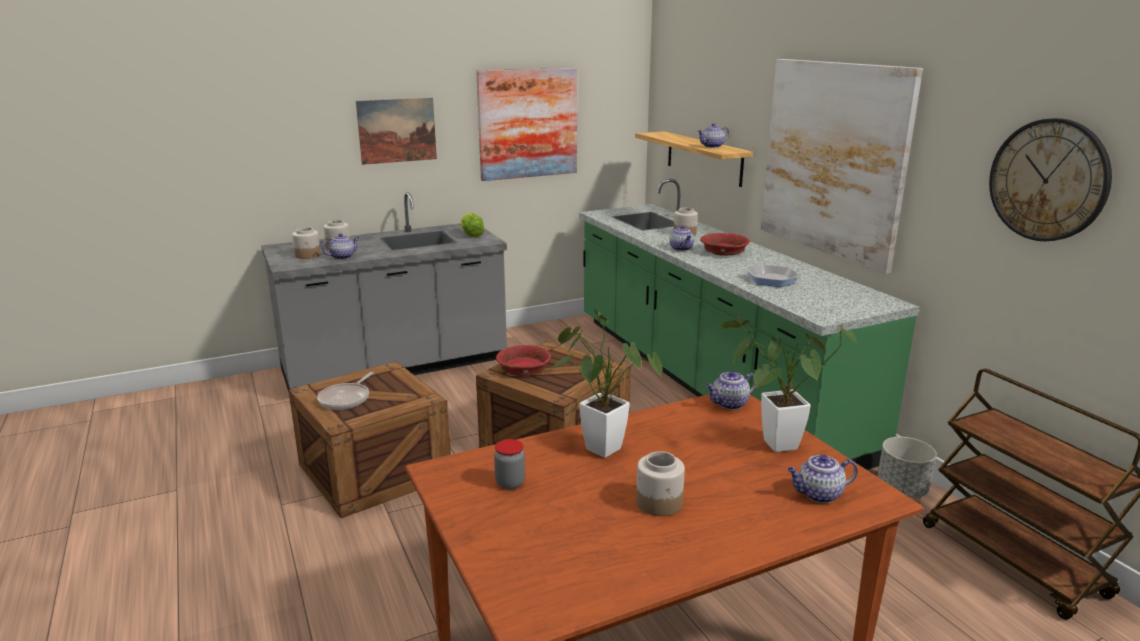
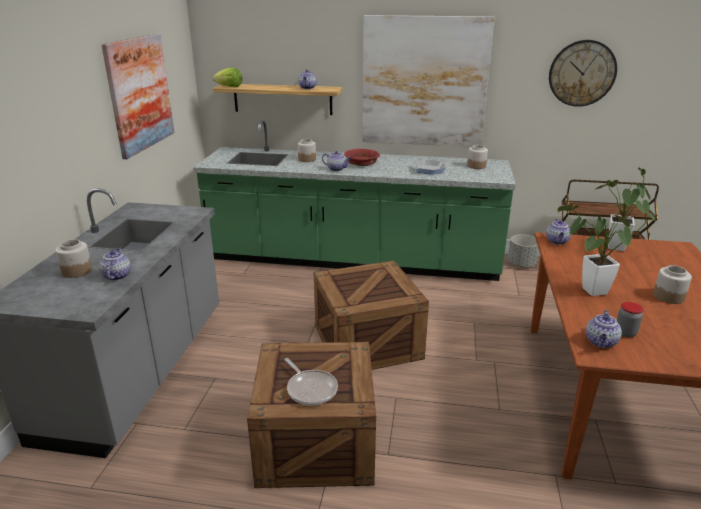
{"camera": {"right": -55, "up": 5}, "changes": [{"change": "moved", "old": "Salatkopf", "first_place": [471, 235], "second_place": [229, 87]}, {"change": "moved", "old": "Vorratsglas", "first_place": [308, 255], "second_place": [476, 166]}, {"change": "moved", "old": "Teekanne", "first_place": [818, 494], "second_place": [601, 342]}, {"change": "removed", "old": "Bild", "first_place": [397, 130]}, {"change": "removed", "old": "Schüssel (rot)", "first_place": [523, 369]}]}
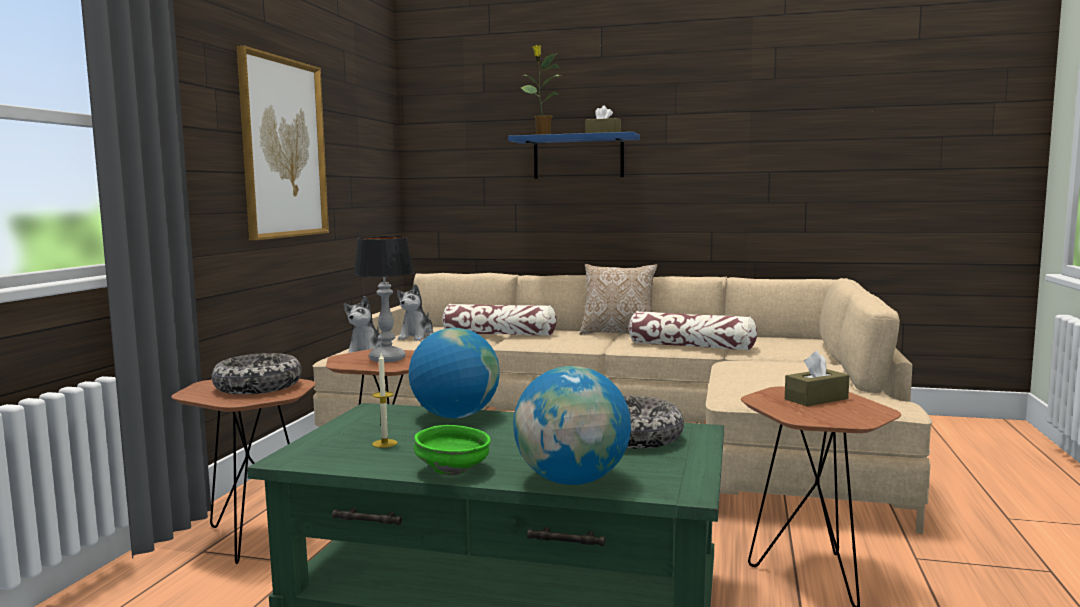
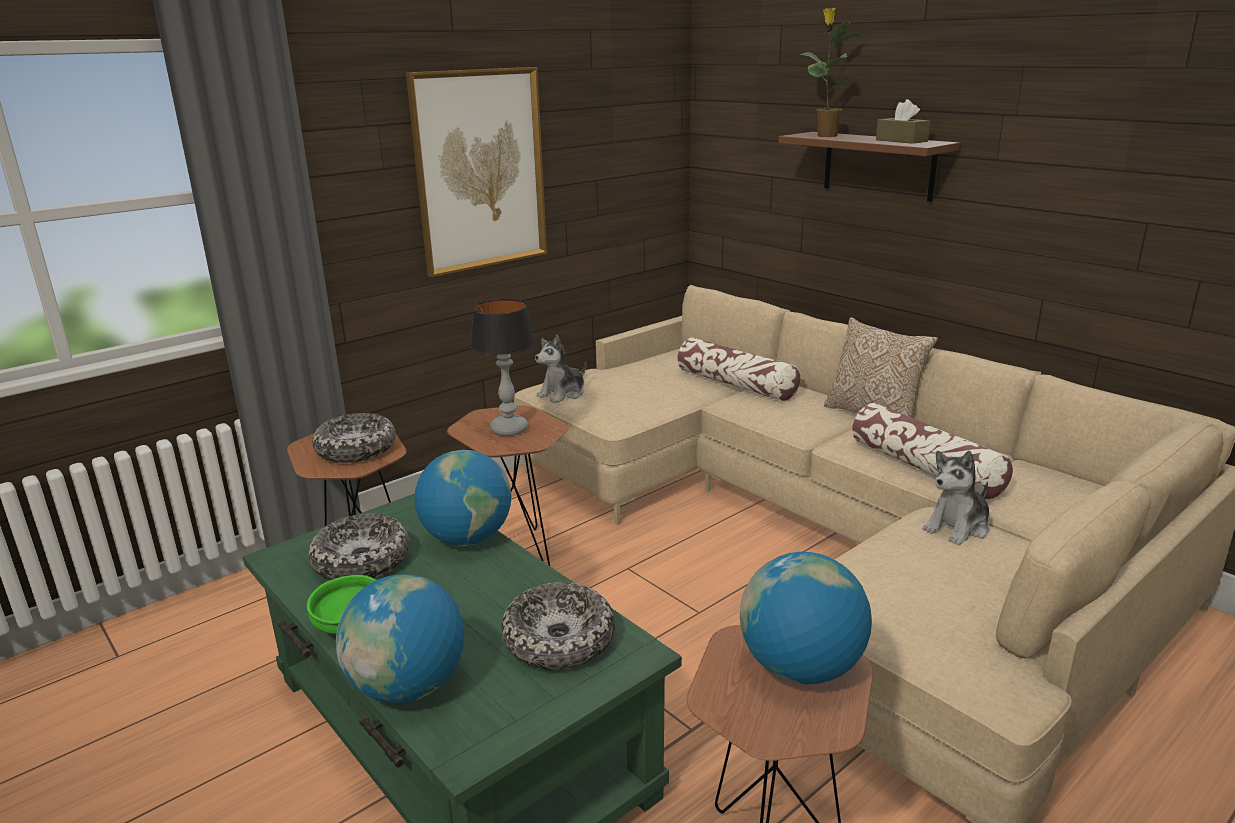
{"camera": {"right": 35, "up": 15}, "changes": [{"change": "replaced", "old": "Kerze", "new": "Schüssel", "first_place": [384, 443], "second_place": [361, 561]}, {"change": "replaced", "old": "Taschentuchbox (braun)", "new": "Globus", "first_place": [816, 399], "second_place": [800, 669]}, {"change": "recoloured", "old": "Wandregal (blau)", "new": "Wandregal (braun)", "first_place": [578, 157], "second_place": [878, 165]}, {"change": "moved", "old": "Plüschtier", "first_place": [417, 337], "second_place": [958, 527]}]}
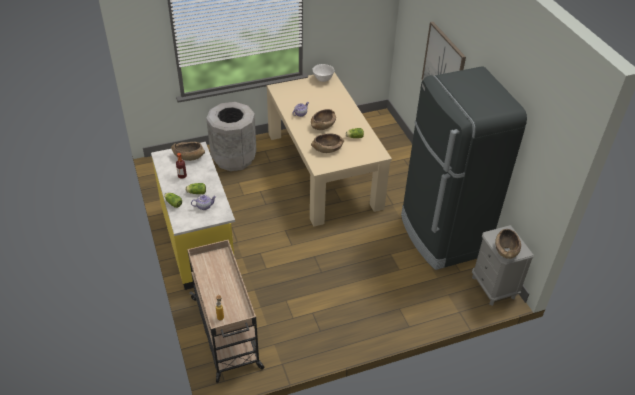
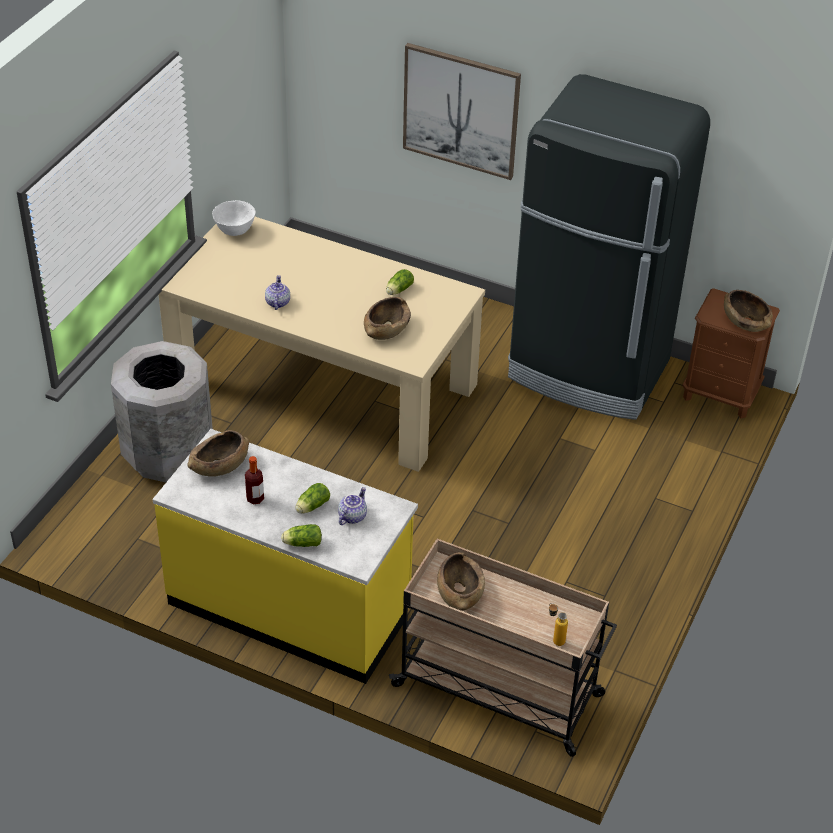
{"camera": {"right": -45, "up": 0}, "changes": [{"change": "moved", "old": "Schüssel (braun)", "first_place": [323, 125], "second_place": [459, 592]}, {"change": "recoloured", "old": "Nachttisch (grau)", "new": "Nachttisch (braun)", "first_place": [493, 287], "second_place": [721, 394]}]}
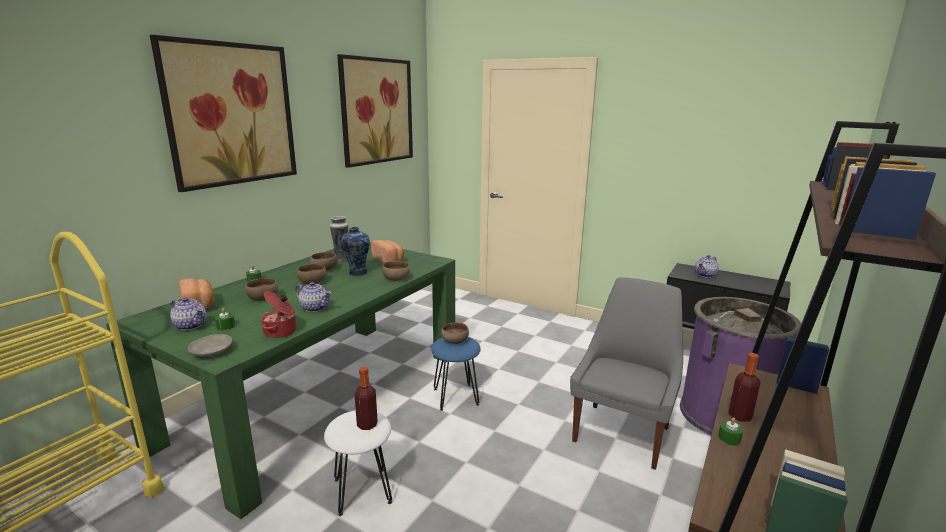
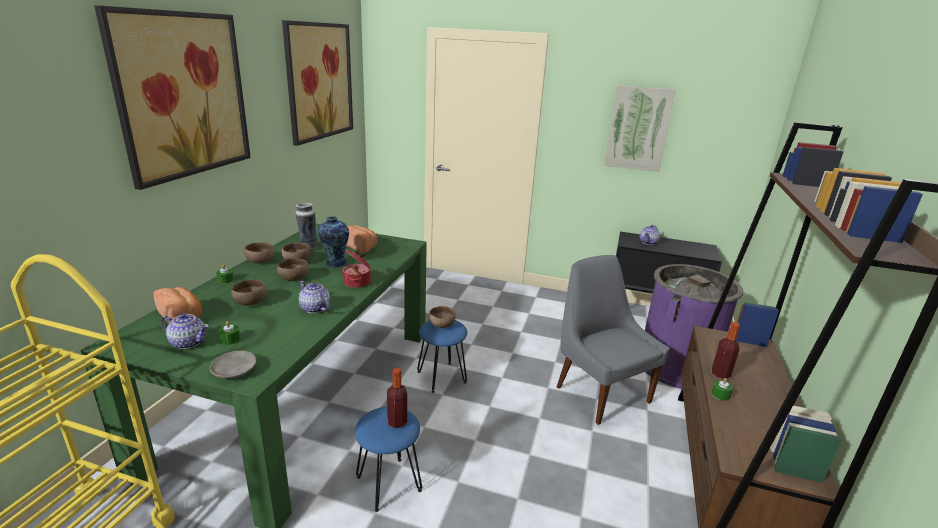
{"camera": {"right": -15, "up": 5}, "changes": [{"change": "moved", "old": "Schüssel (braun)", "first_place": [396, 279], "second_place": [261, 261]}, {"change": "turned", "old": "Teekanne", "first_place": [314, 308], "second_place": [315, 308], "degrees": -150}, {"change": "moved", "old": "Kochtopf", "first_place": [281, 331], "second_place": [358, 282]}, {"change": "recoloured", "old": "Hocker (weiß)", "new": "Hocker (blau)", "first_place": [362, 491], "second_place": [389, 484]}, {"change": "turned", "old": "Stuhl (grau)", "first_place": [622, 432], "second_place": [600, 392], "degrees": -45}, {"change": "added", "new": "Bild", "second_place": [638, 128]}]}
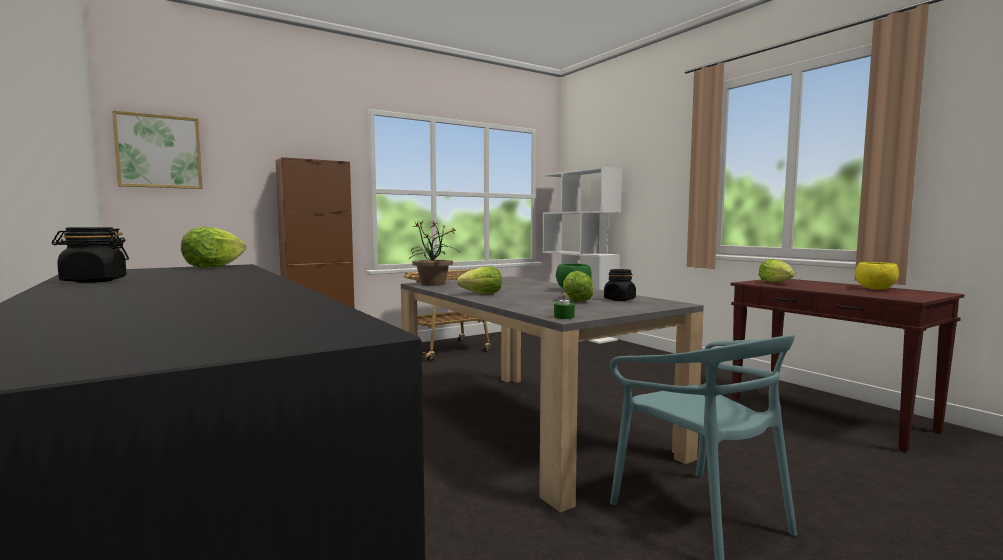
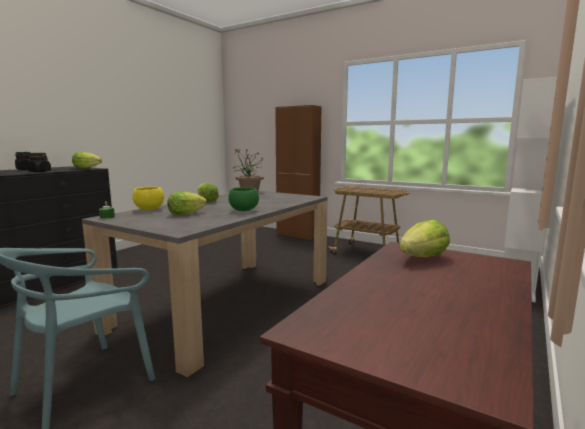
{"camera": {"right": 65, "up": 5}, "changes": [{"change": "moved", "old": "Vorratsglas (schwarz)", "first_place": [619, 299], "second_place": [39, 171]}, {"change": "moved", "old": "Schüssel (gelb)", "first_place": [875, 289], "second_place": [149, 209]}, {"change": "removed", "old": "Bild", "first_place": [159, 151]}]}
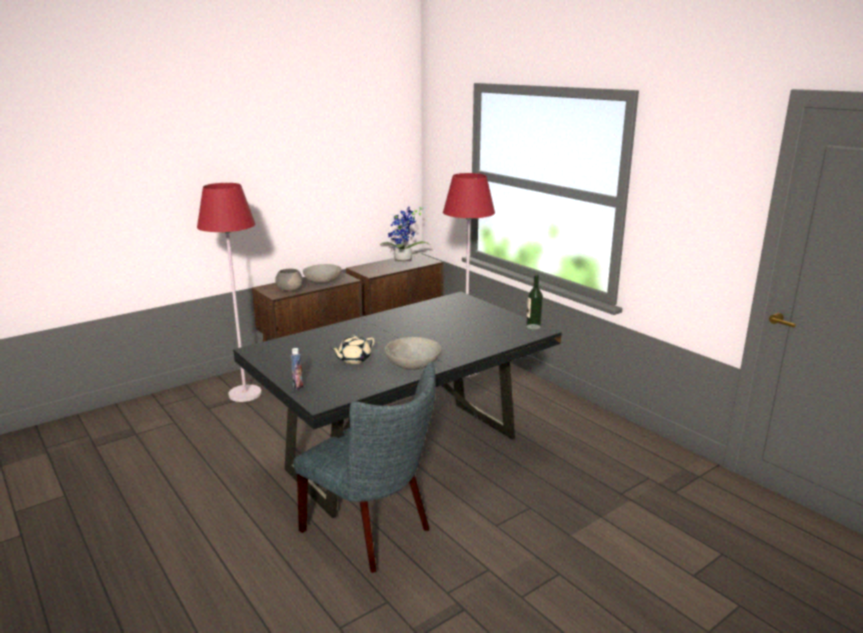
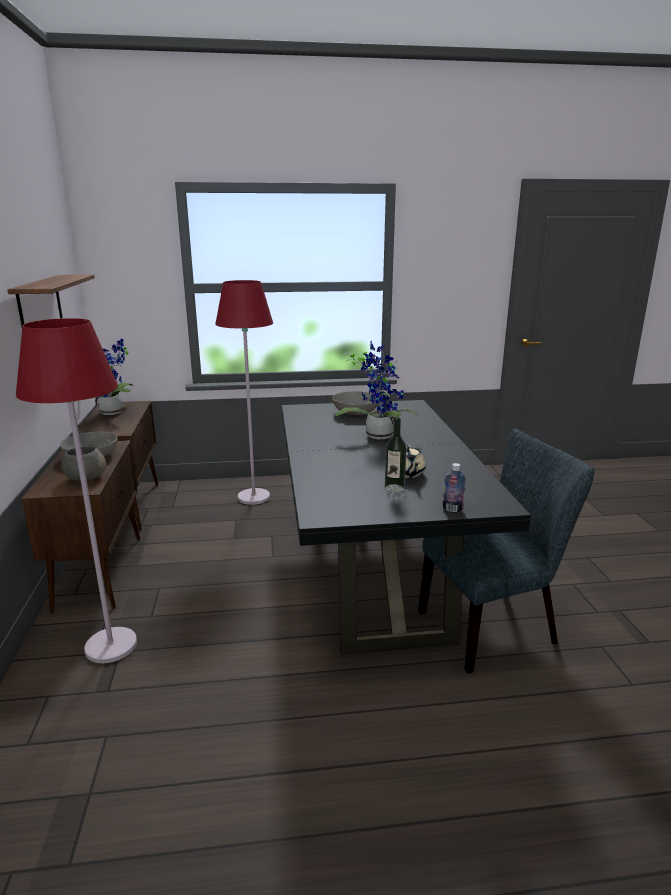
{"camera": {"right": -60, "up": 0}, "changes": [{"change": "added", "new": "Wandregal", "second_place": [40, 304]}, {"change": "moved", "old": "Schüssel (grau)", "first_place": [413, 364], "second_place": [356, 412]}, {"change": "added", "new": "Topfpflanze", "second_place": [378, 434]}, {"change": "moved", "old": "Flasche", "first_place": [533, 327], "second_place": [394, 488]}]}
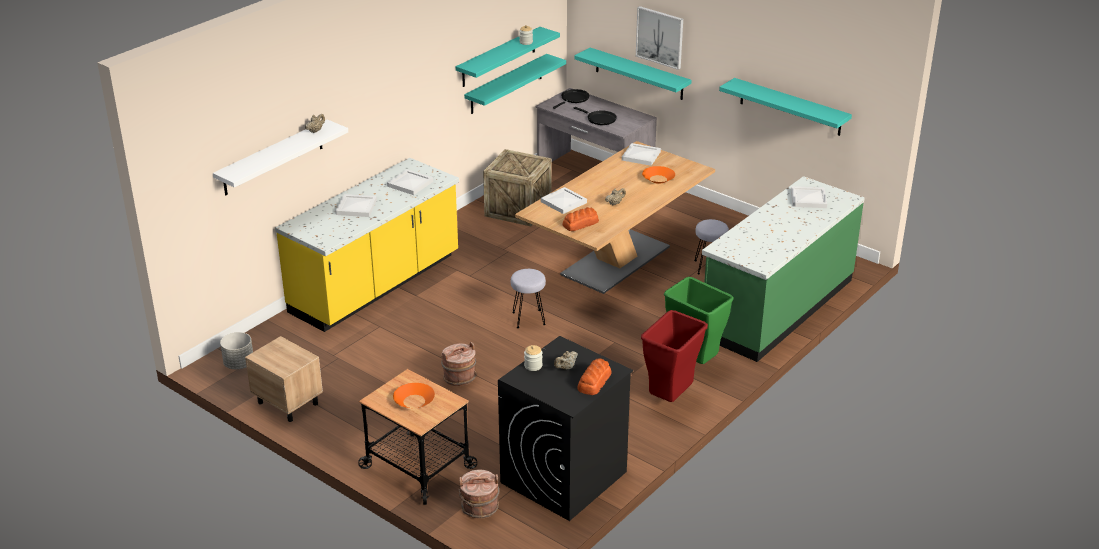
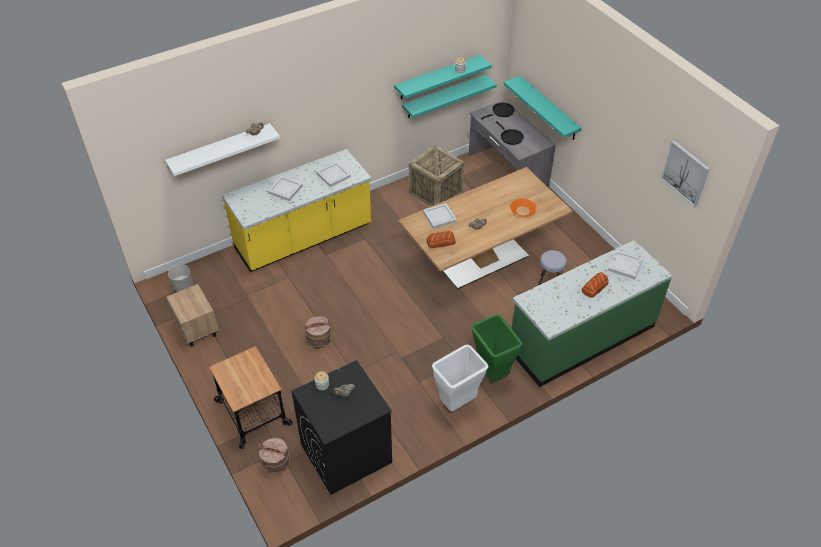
{"camera": {"right": 20, "up": 15}, "changes": [{"change": "recoloured", "old": "Mülleimer (rot)", "new": "Mülleimer (weiß)", "first_place": [670, 399], "second_place": [457, 404]}, {"change": "moved", "old": "Brot", "first_place": [594, 382], "second_place": [594, 287]}, {"change": "moved", "old": "Bild", "first_place": [660, 37], "second_place": [685, 173]}, {"change": "removed", "old": "Schüssel (orange)", "first_place": [414, 401]}, {"change": "removed", "old": "Hocker (grau)", "first_place": [528, 319]}, {"change": "removed", "old": "Tablett (weiß)", "first_place": [641, 156]}, {"change": "removed", "old": "Wandregal (türkis)", "first_place": [790, 107]}]}
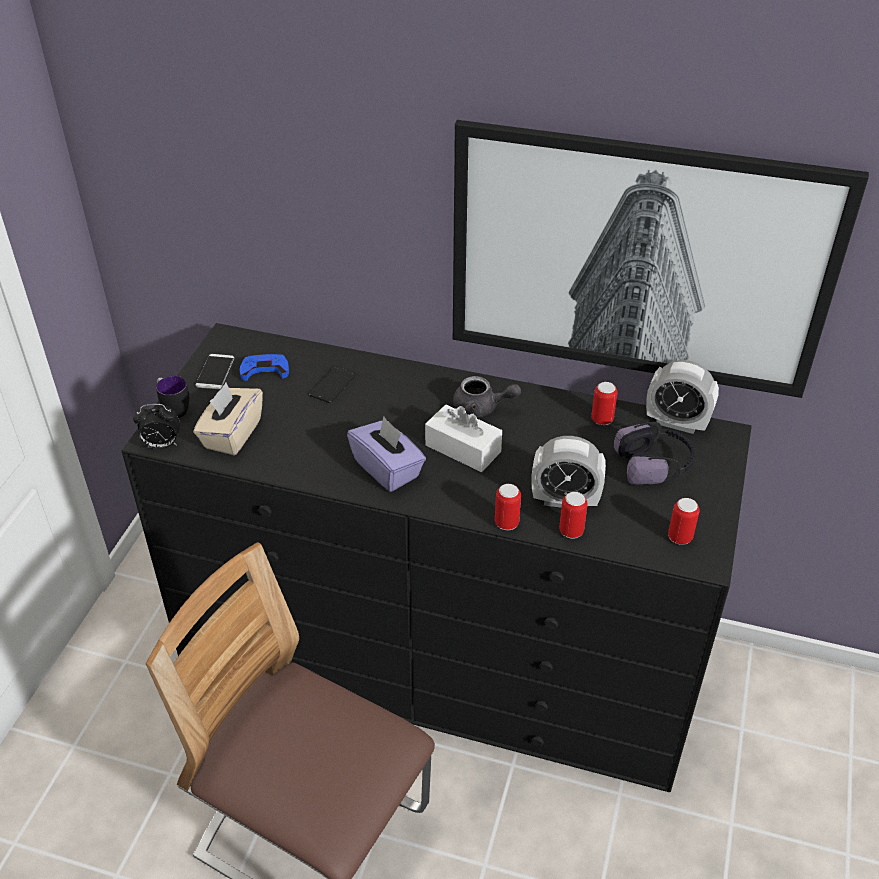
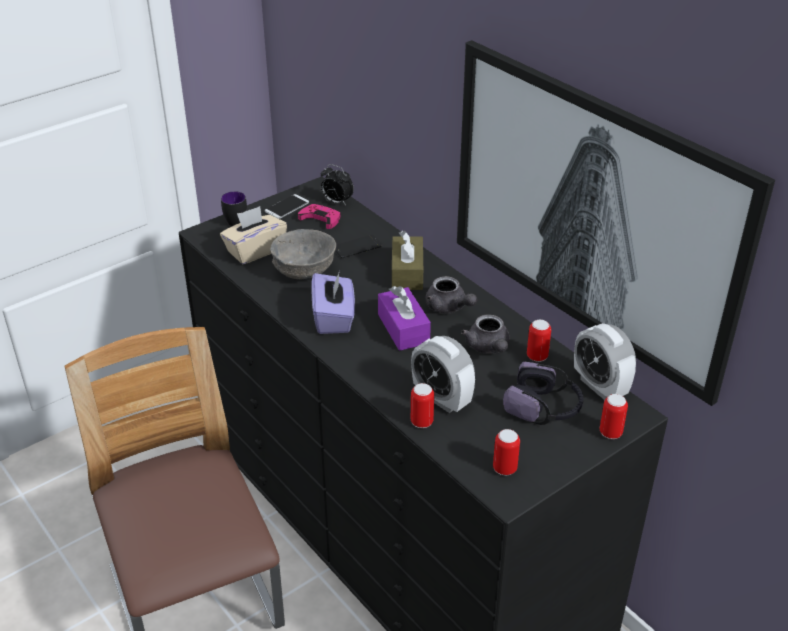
{"camera": {"right": 35, "up": -5}, "changes": [{"change": "added", "new": "Schüssel (grau)", "second_place": [304, 272]}, {"change": "recoloured", "old": "Gamepad (blau)", "new": "Gamepad (rosa)", "first_place": [265, 370], "second_place": [321, 219]}, {"change": "moved", "old": "Wecker", "first_place": [161, 445], "second_place": [336, 202]}, {"change": "recoloured", "old": "Taschentuchbox (weiß)", "new": "Taschentuchbox (lila)", "first_place": [463, 448], "second_place": [403, 329]}, {"change": "added", "new": "Taschentuchbox (braun)", "second_place": [407, 273]}, {"change": "added", "new": "Teekanne (grau)", "second_place": [488, 348]}, {"change": "moved", "old": "Dose", "first_place": [506, 523], "second_place": [610, 433]}]}
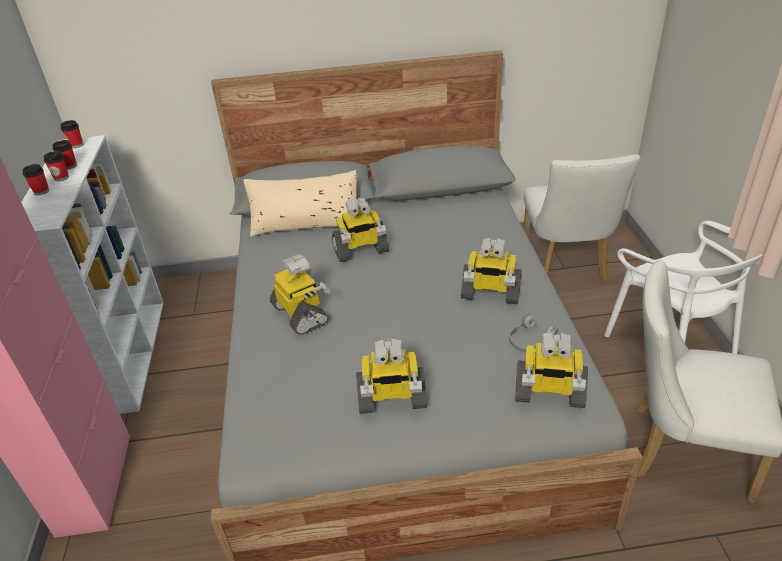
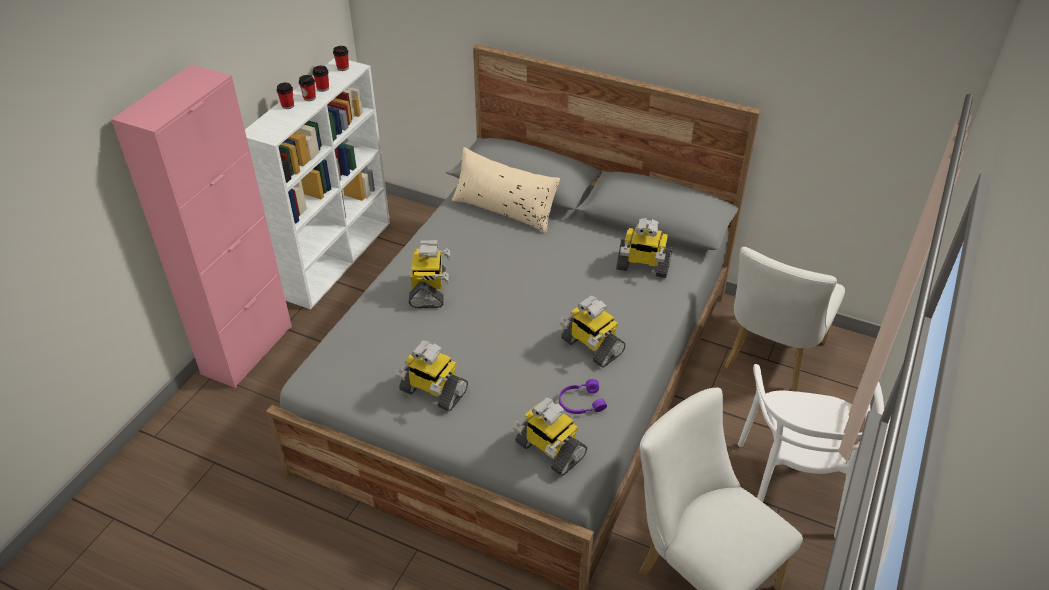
{"camera": {"right": 30, "up": 5}, "changes": [{"change": "recoloured", "old": "Kopfhörer (grau)", "new": "Kopfhörer (lila)", "first_place": [529, 340], "second_place": [580, 402]}, {"change": "moved", "old": "Spielzeugroboter", "first_place": [360, 250], "second_place": [642, 266]}]}
